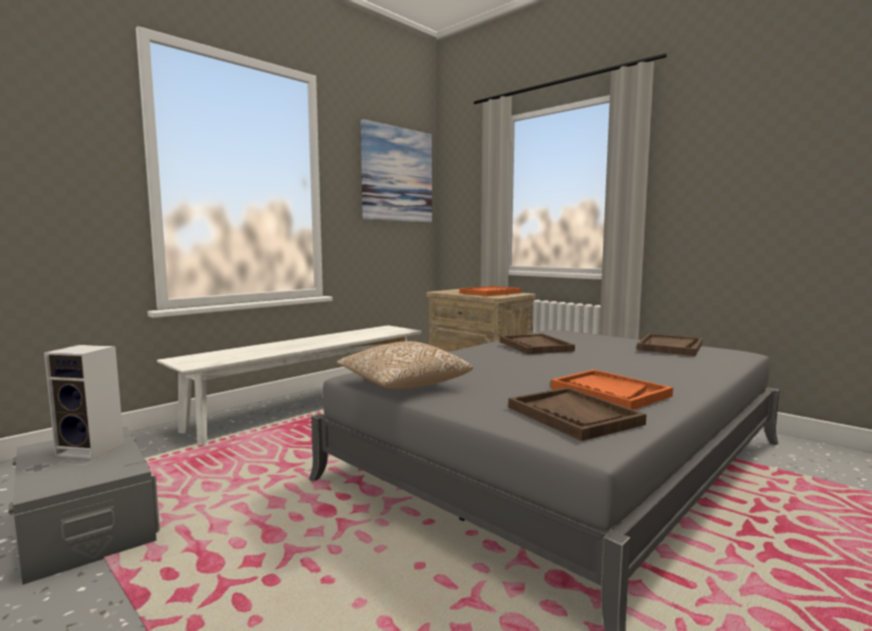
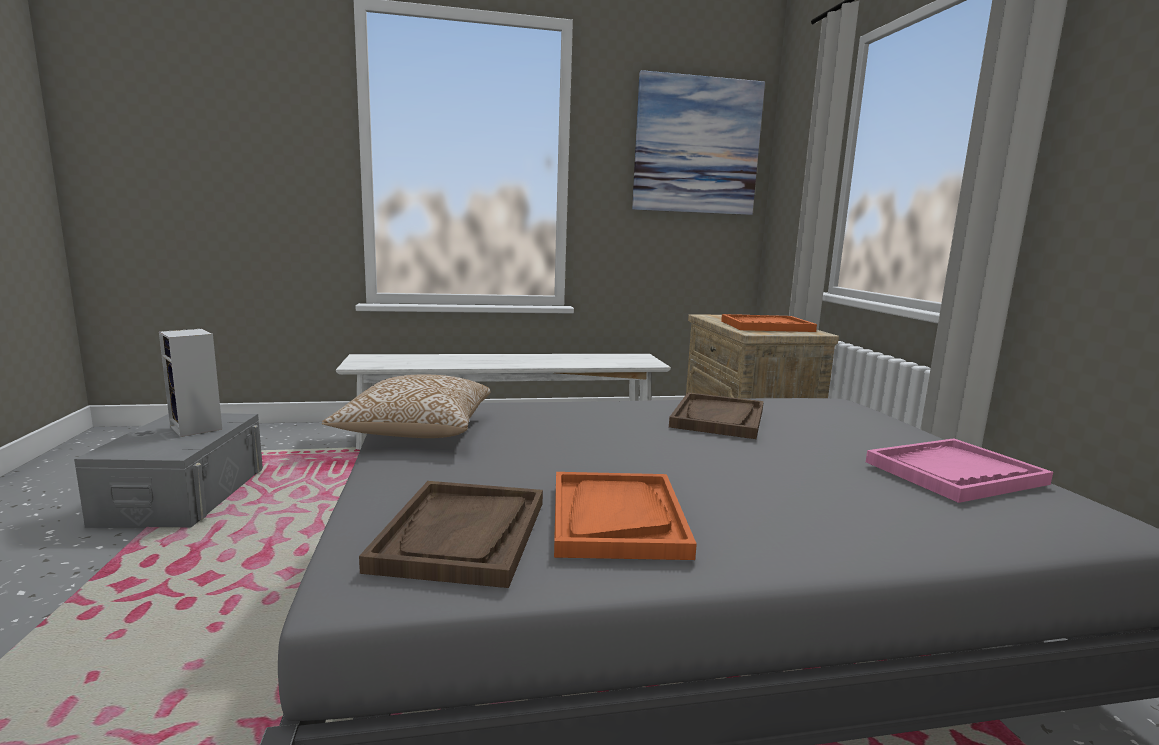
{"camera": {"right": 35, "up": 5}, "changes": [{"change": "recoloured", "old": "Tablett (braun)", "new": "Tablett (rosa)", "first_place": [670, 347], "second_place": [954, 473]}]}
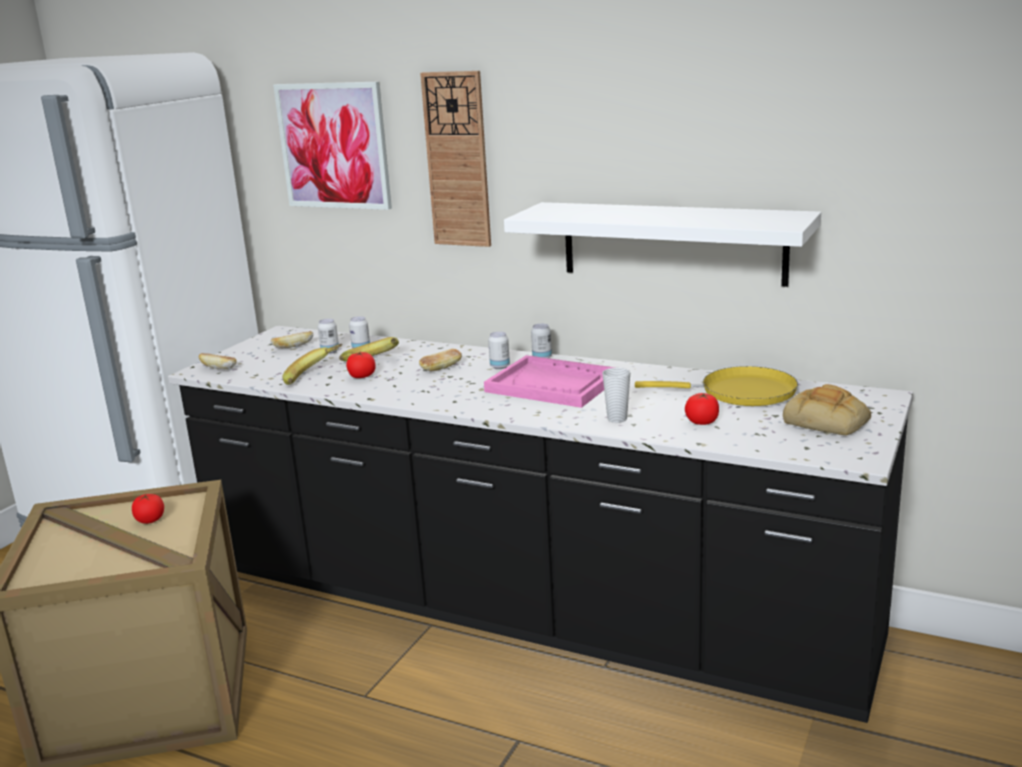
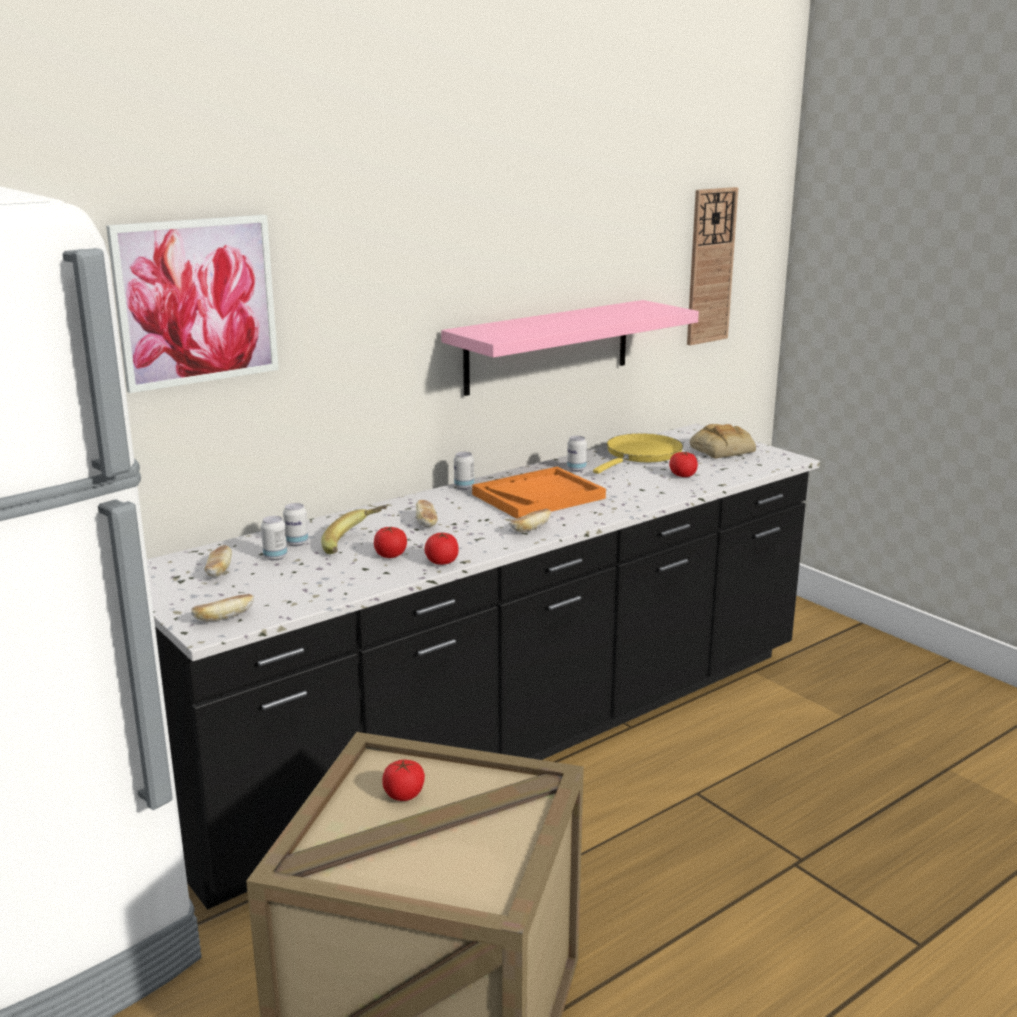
{"camera": {"right": -65, "up": 0}, "changes": [{"change": "added", "new": "Tomate", "second_place": [442, 561]}, {"change": "recoloured", "old": "Wandregal (weiß)", "new": "Wandregal (rosa)", "first_place": [672, 242], "second_place": [548, 346]}, {"change": "recoloured", "old": "Tablett (rosa)", "new": "Tablett (orange)", "first_place": [553, 385], "second_place": [538, 496]}, {"change": "added", "new": "Brot", "second_place": [530, 529]}, {"change": "moved", "old": "Dose", "first_place": [500, 366], "second_place": [576, 469]}, {"change": "moved", "old": "Wanduhr", "first_place": [457, 160], "second_place": [710, 266]}, {"change": "removed", "old": "Banane", "first_place": [315, 377]}, {"change": "removed", "old": "Tasse", "first_place": [617, 419]}]}
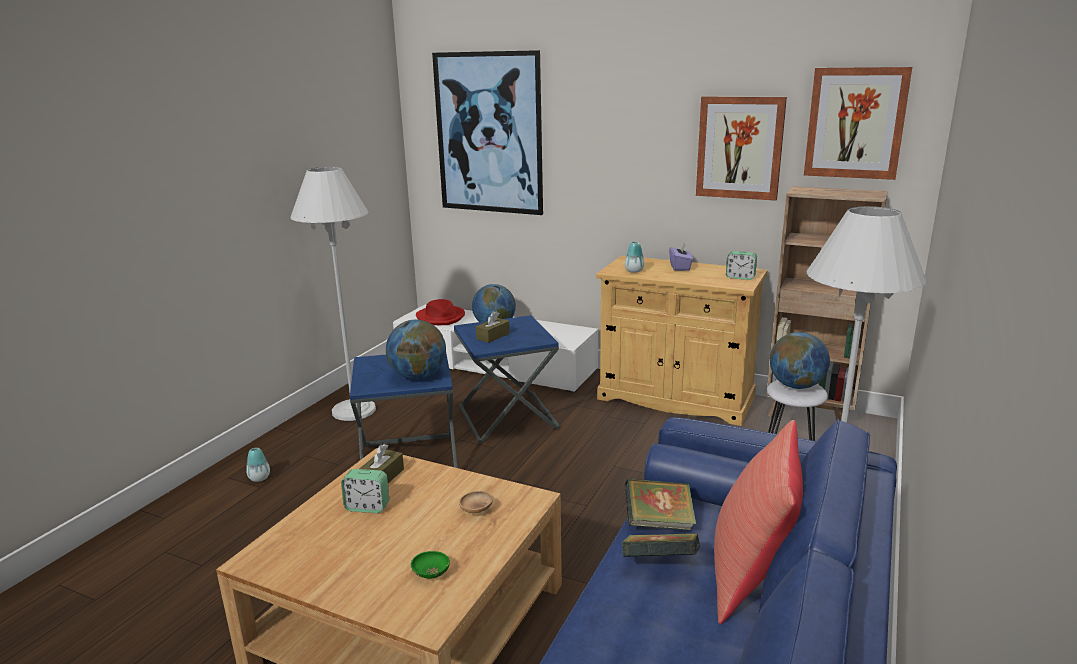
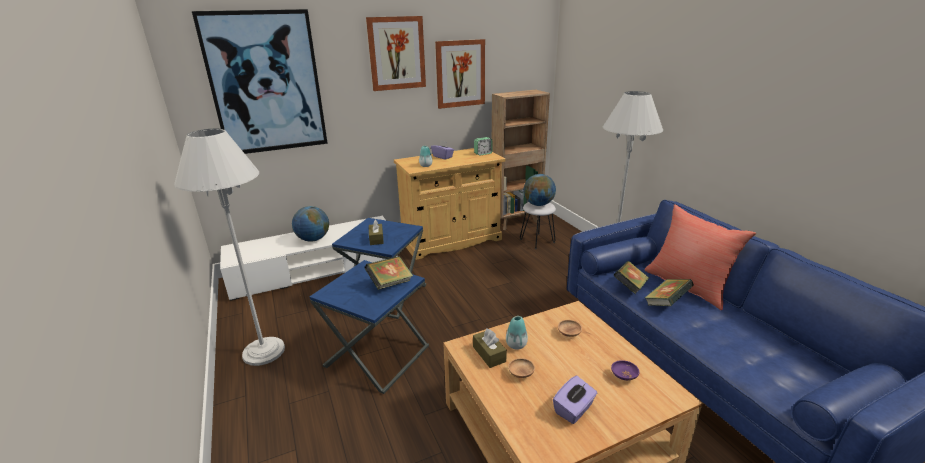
{"camera": {"right": -50, "up": 5}, "changes": [{"change": "replaced", "old": "Globus", "new": "Buch", "first_place": [418, 376], "second_place": [390, 283]}, {"change": "moved", "old": "Bild", "first_place": [855, 123], "second_place": [396, 53]}, {"change": "moved", "old": "Vase", "first_place": [259, 478], "second_place": [516, 345]}, {"change": "replaced", "old": "Wecker", "new": "Schüssel (braun)", "first_place": [367, 507], "second_place": [521, 374]}, {"change": "added", "new": "Taschentuchbox (lila)", "second_place": [574, 409]}, {"change": "recoloured", "old": "Schüssel (grün)", "new": "Schüssel (lila)", "first_place": [431, 573], "second_place": [623, 376]}, {"change": "removed", "old": "Hut (rot)", "first_place": [441, 317]}]}
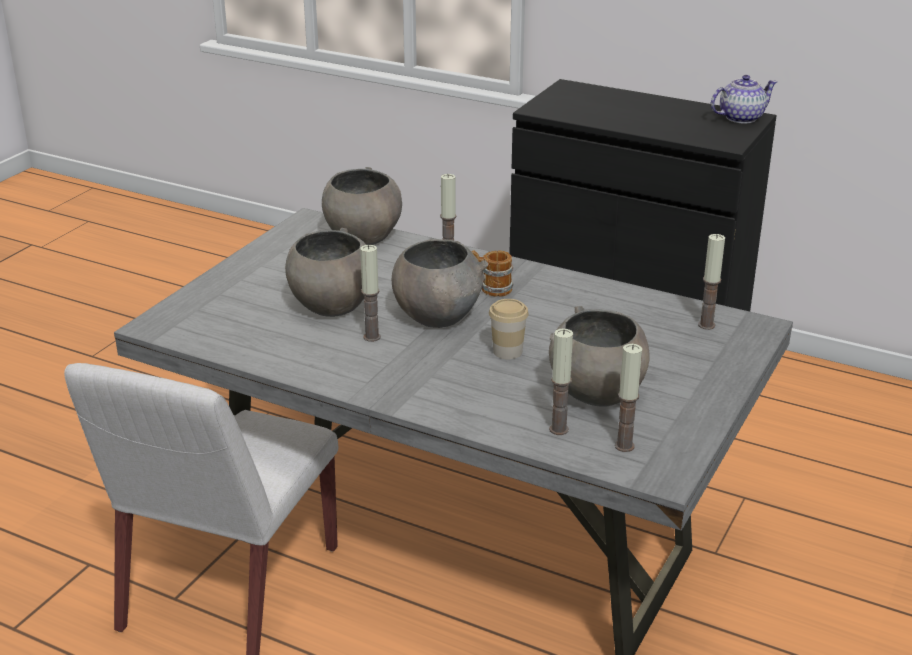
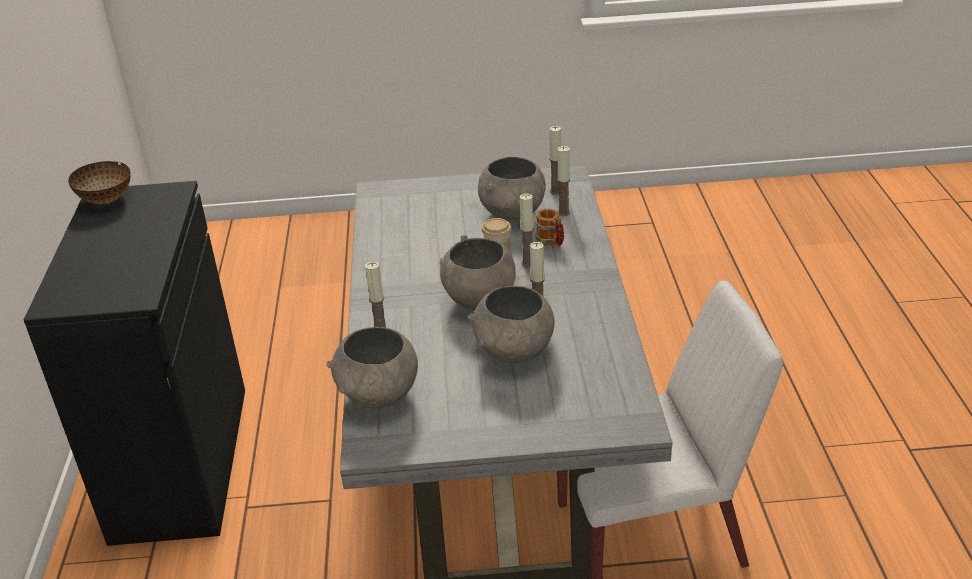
{"camera": {"right": -120, "up": 5}, "changes": [{"change": "replaced", "old": "Teekanne", "new": "Schüssel", "first_place": [740, 118], "second_place": [106, 199]}, {"change": "moved", "old": "Kerze", "first_place": [706, 325], "second_place": [528, 263]}, {"change": "moved", "old": "Henkelbecher", "first_place": [489, 289], "second_place": [551, 242]}]}
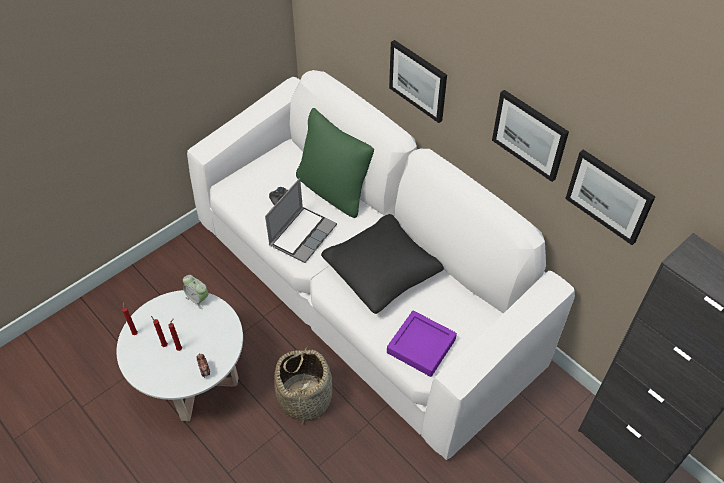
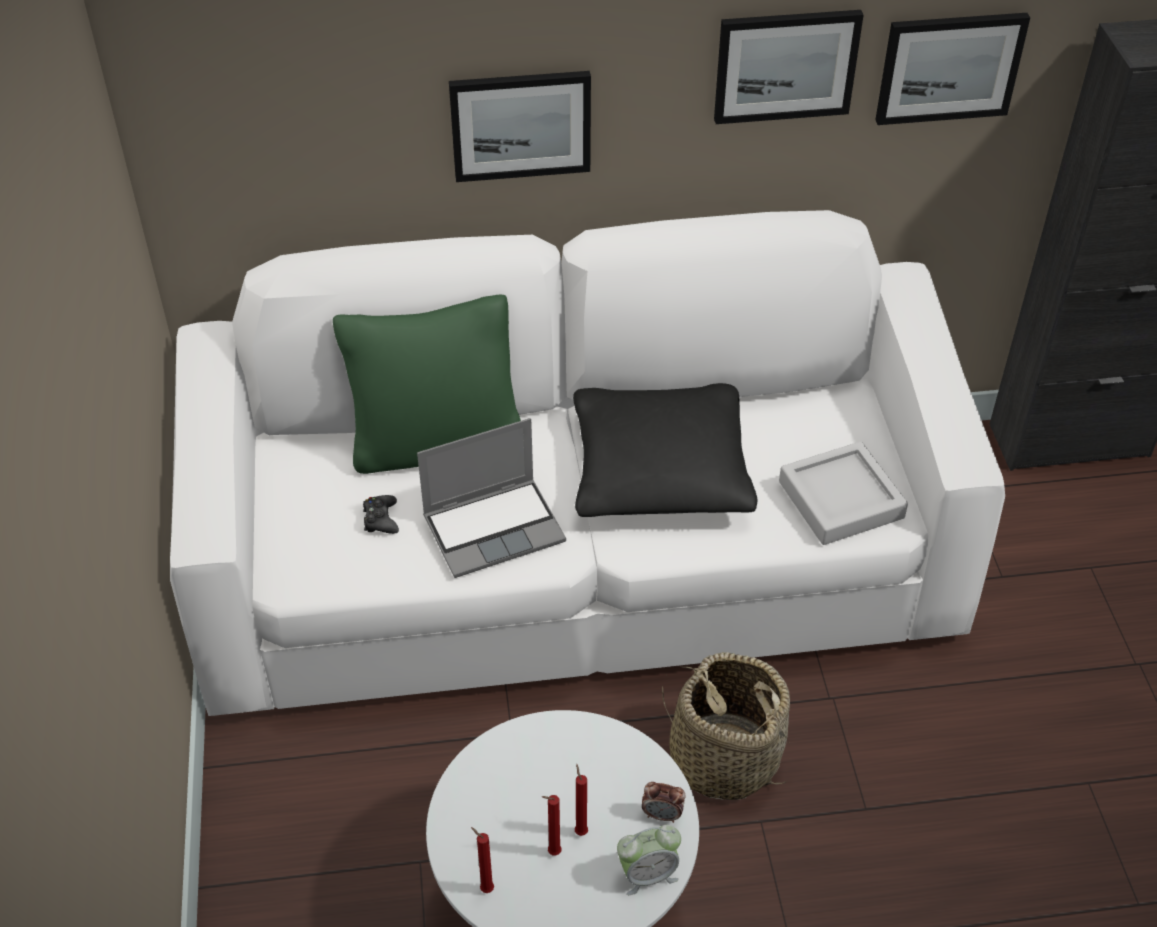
{"camera": {"right": -55, "up": -5}, "changes": [{"change": "turned", "old": "Laptop", "first_place": [302, 234], "second_place": [495, 528], "degrees": 90}, {"change": "moved", "old": "Wecker", "first_place": [198, 299], "second_place": [647, 874]}, {"change": "recoloured", "old": "Tablett (lila)", "new": "Tablett (grau)", "first_place": [421, 346], "second_place": [841, 499]}]}
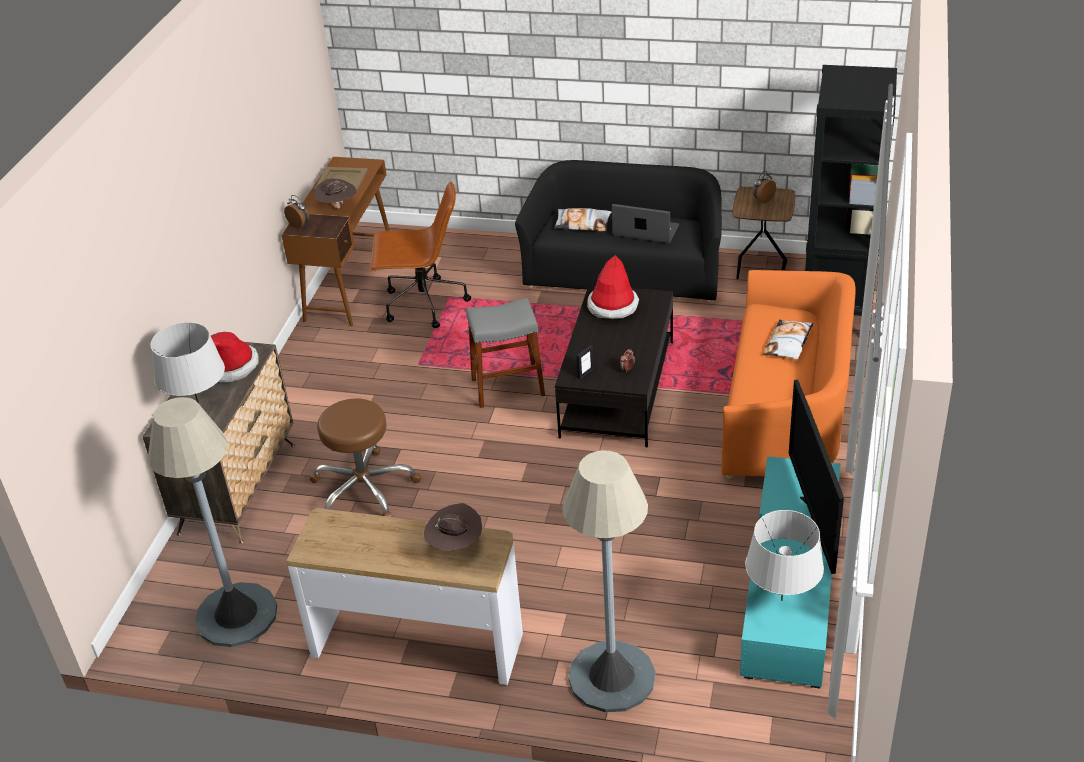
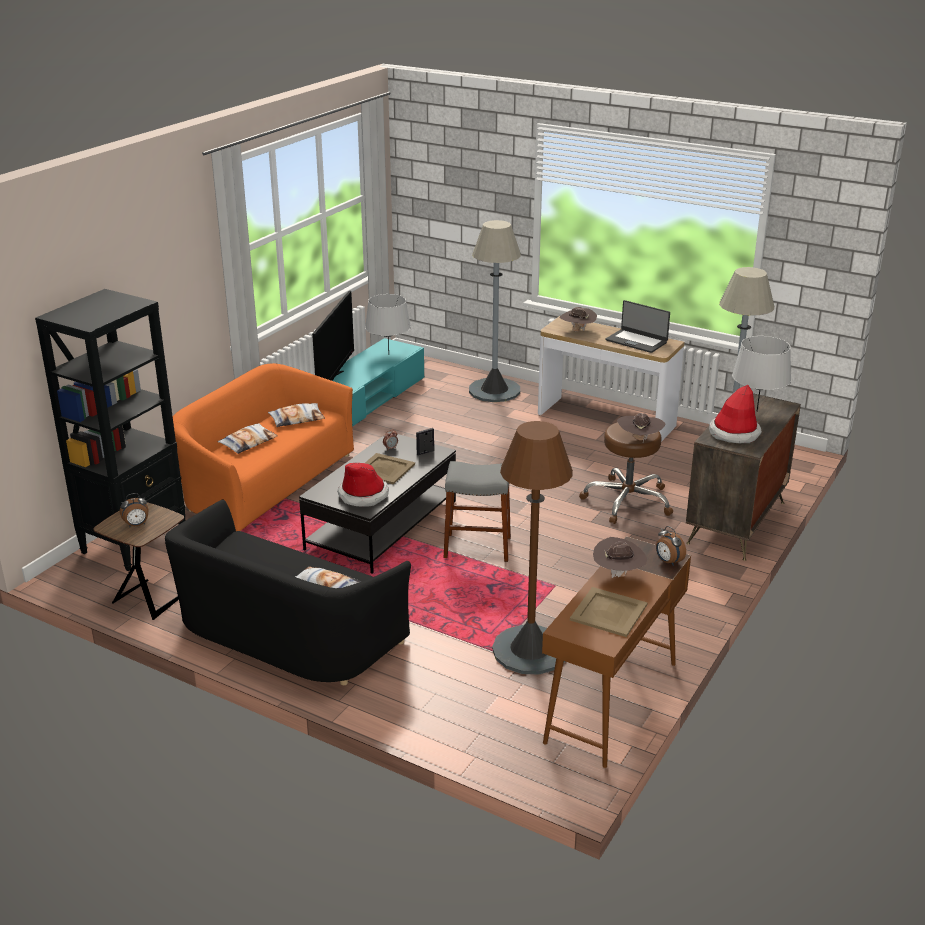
{"camera": {"right": -165, "up": -10}, "changes": [{"change": "added", "new": "Kissen", "second_place": [297, 419]}, {"change": "added", "new": "Tablett (beige)", "second_place": [384, 469]}, {"change": "replaced", "old": "Bürostuhl (braun)", "new": "Stehlampe (braun)", "first_place": [423, 304], "second_place": [529, 650]}, {"change": "moved", "old": "Laptop", "first_place": [645, 231], "second_place": [636, 341]}, {"change": "added", "new": "Hut (braun)", "second_place": [639, 440]}]}
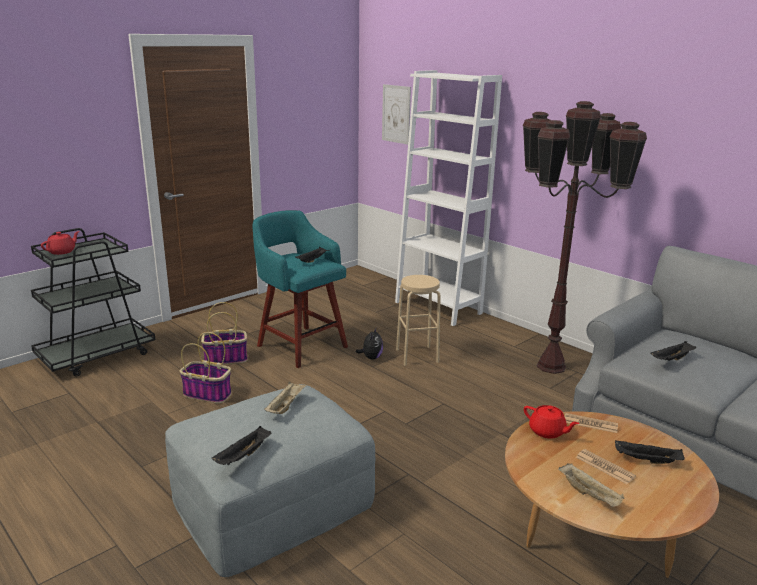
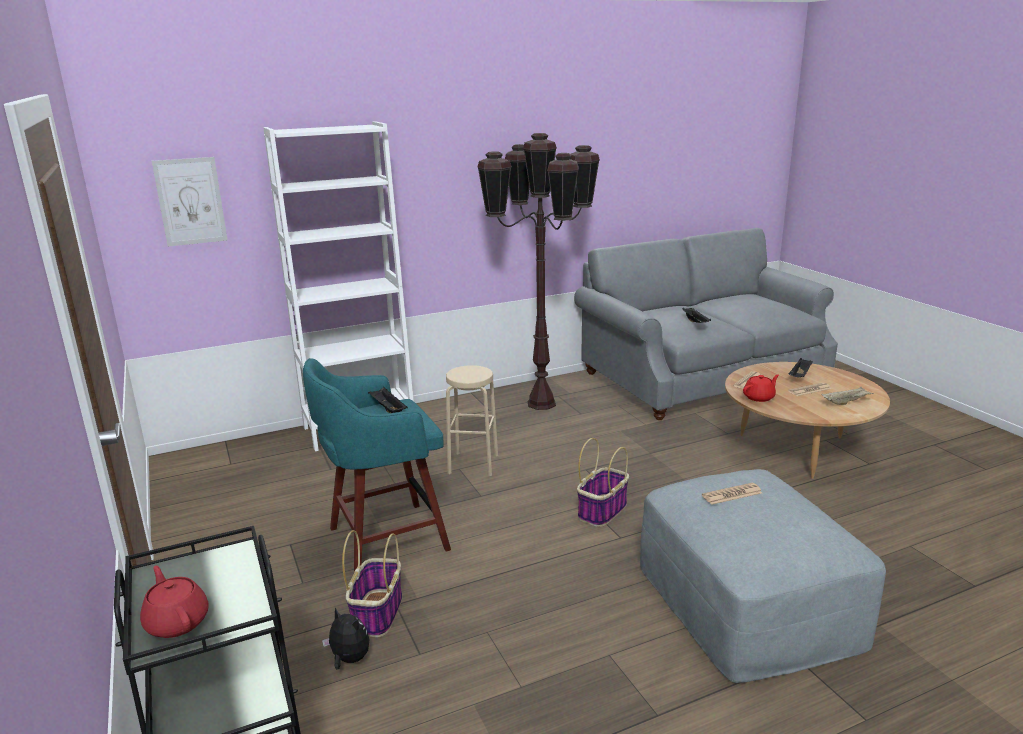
{"camera": {"right": -70, "up": 0}, "changes": [{"change": "moved", "old": "Plüschtier", "first_place": [371, 358], "second_place": [349, 659]}, {"change": "moved", "old": "Korb", "first_place": [208, 394], "second_place": [602, 510]}, {"change": "replaced", "old": "Tablett (beige)", "new": "Zeitung", "first_place": [285, 406], "second_place": [732, 494]}, {"change": "removed", "old": "Tablett (schwarz)", "first_place": [243, 456]}]}
